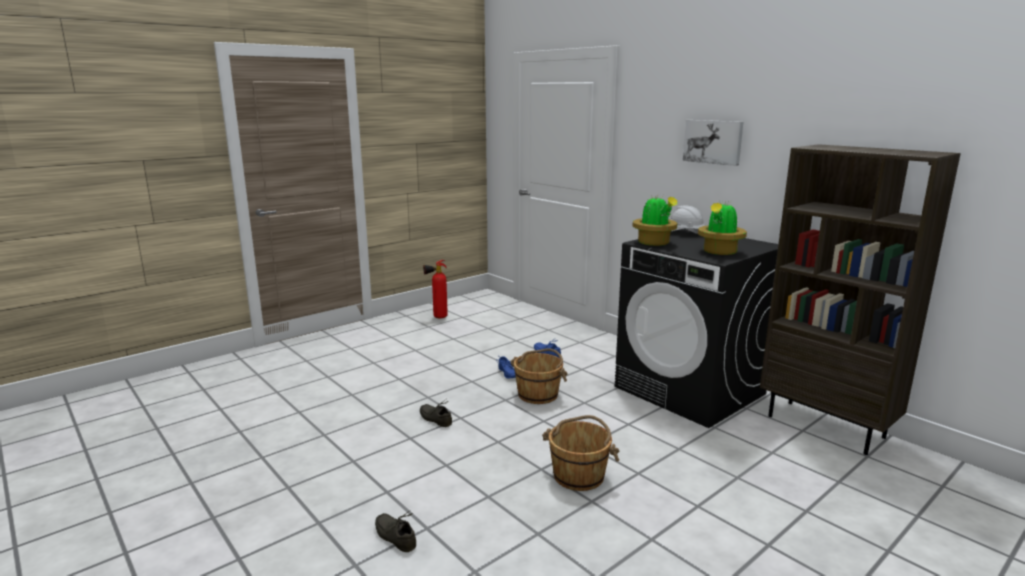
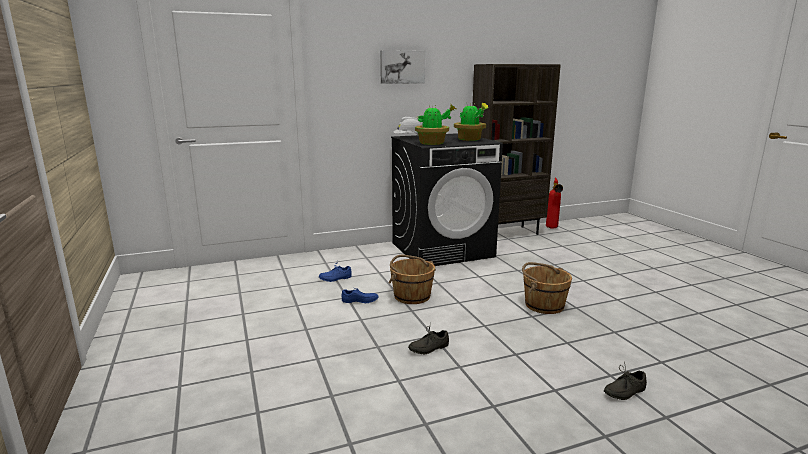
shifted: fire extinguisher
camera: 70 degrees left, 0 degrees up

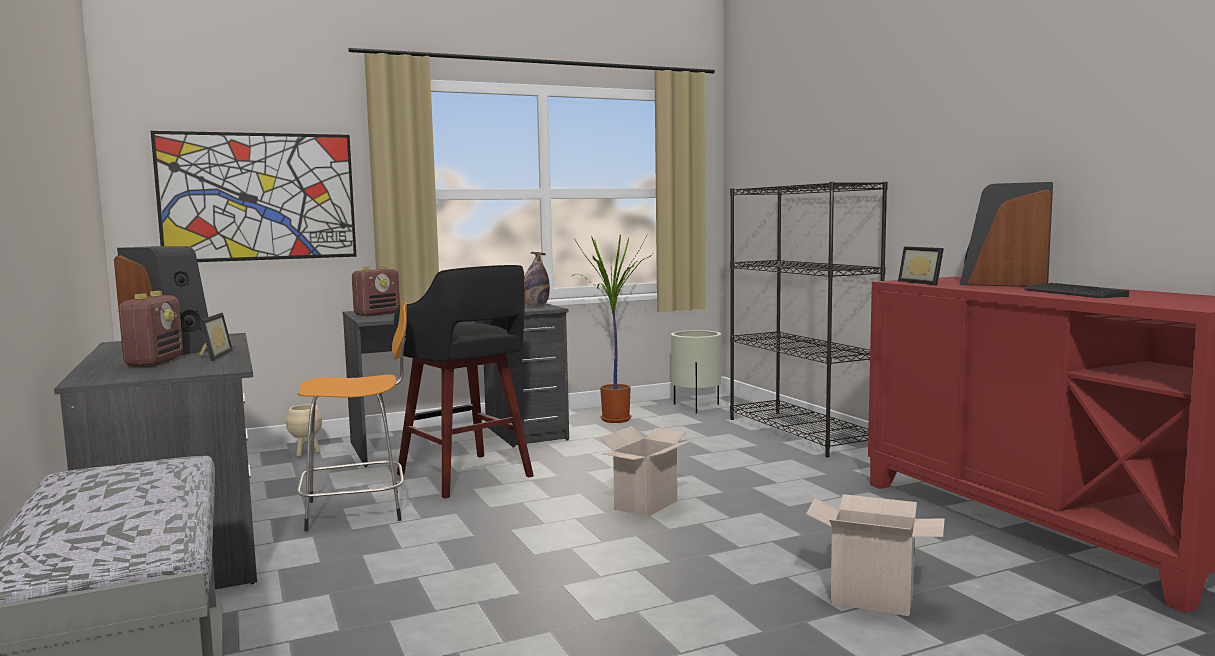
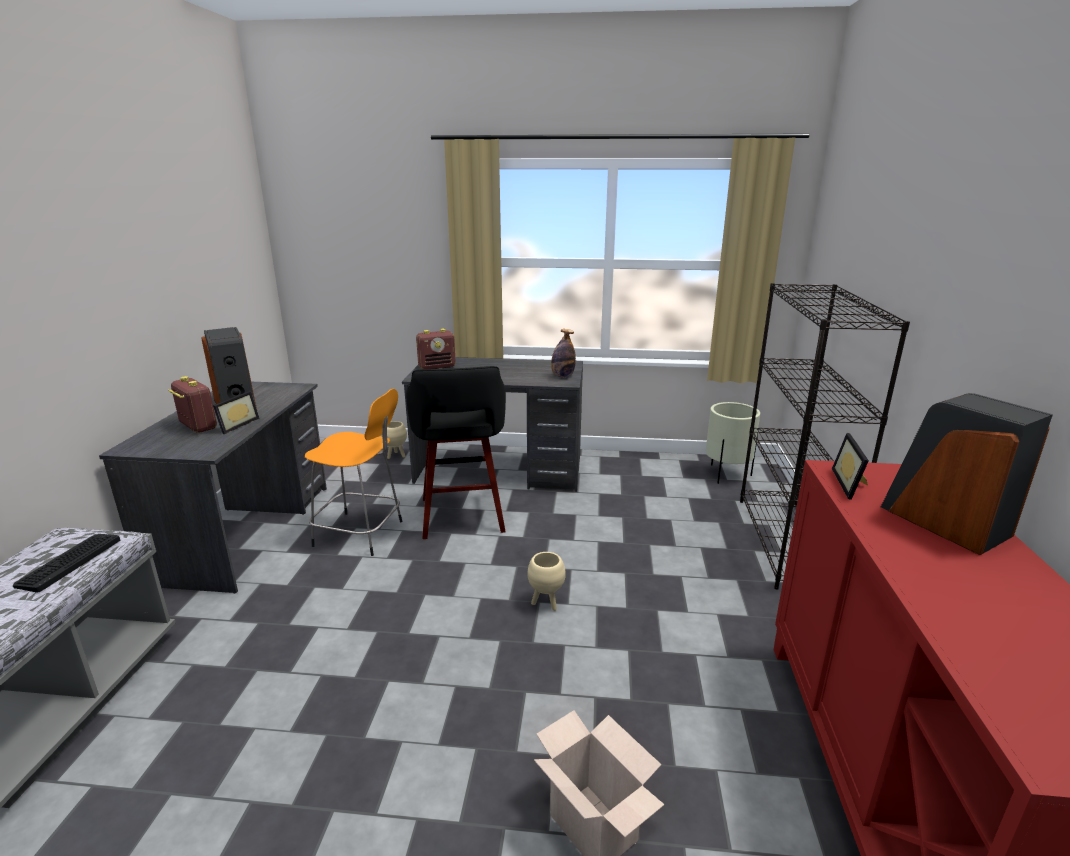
gone: picture; potted plant
shifted: keyboard
swapped: cardboard box (no. 1 from left) to planter (beige) (no. 2 from left)
rotated: radio (no. 1 from left) 75 degrees counterclockwise
camera: 30 degrees right, 15 degrees up

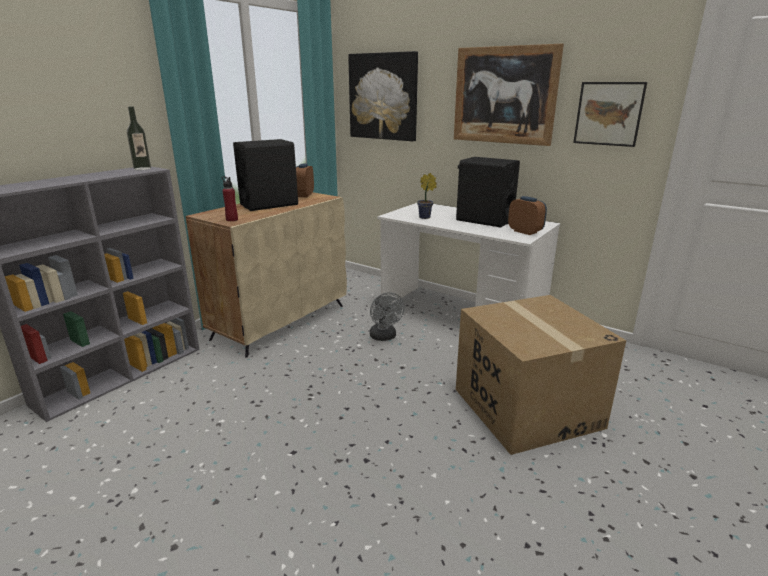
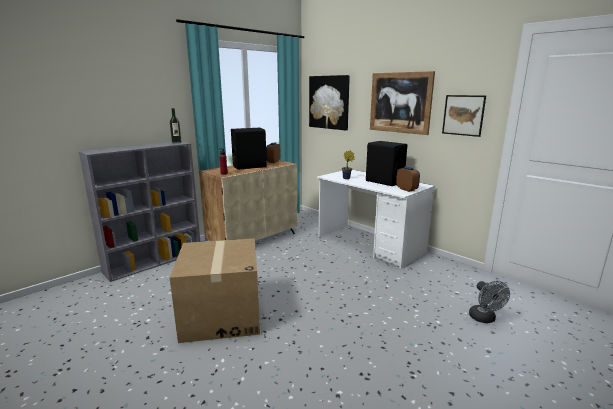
shifted: fan (grey); cardboard box
camera: 10 degrees right, 5 degrees down

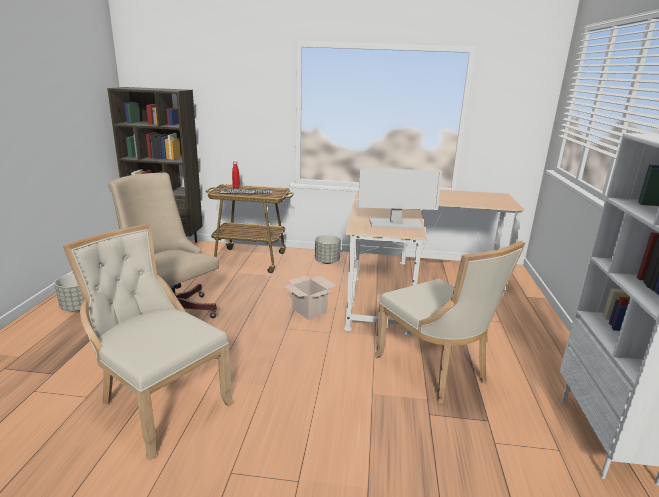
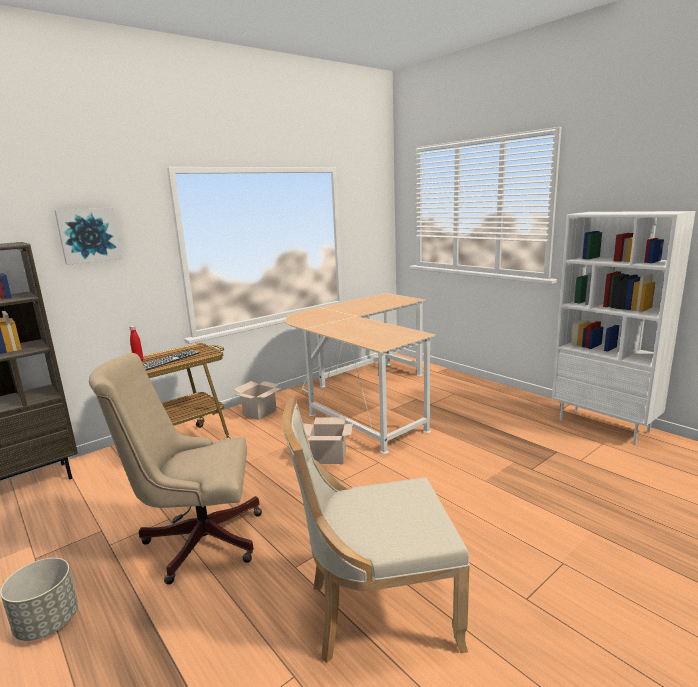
gone: monitor; chair (beige) (no. 2 from left)
new: picture
swapped: planter (grey) (no. 2 from left) to cardboard box (no. 1 from left)
camera: 45 degrees left, 5 degrees down

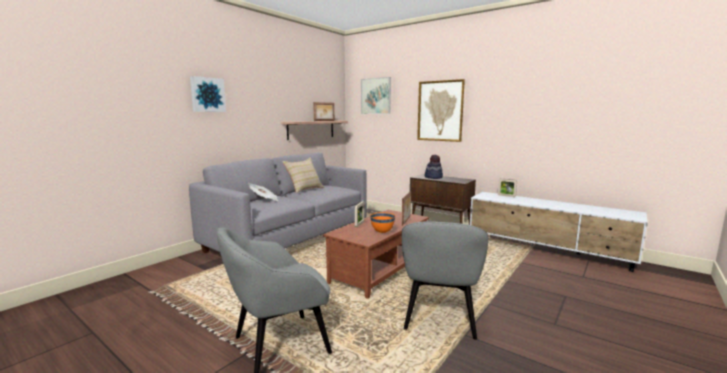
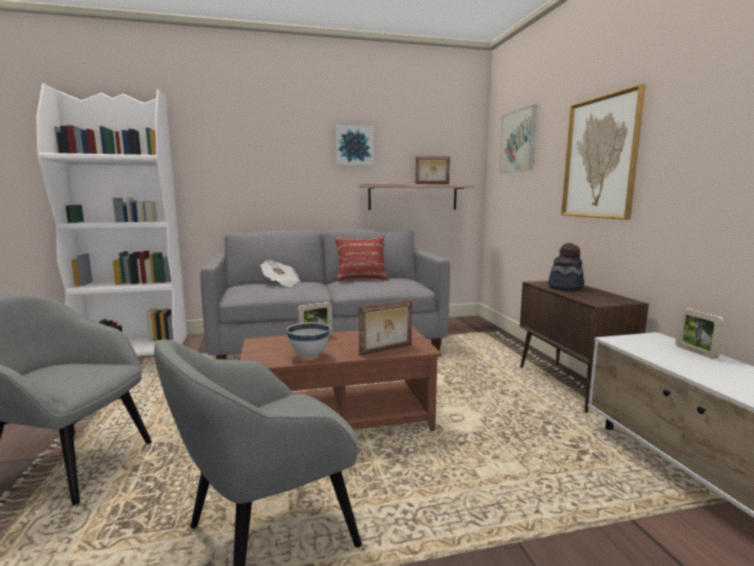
new: bookcase (white)
shifted: picture (no. 1 from left)
repainted: pillow (beige) to pillow (red); bowl (orange) to bowl (white)
camera: 40 degrees right, 0 degrees up

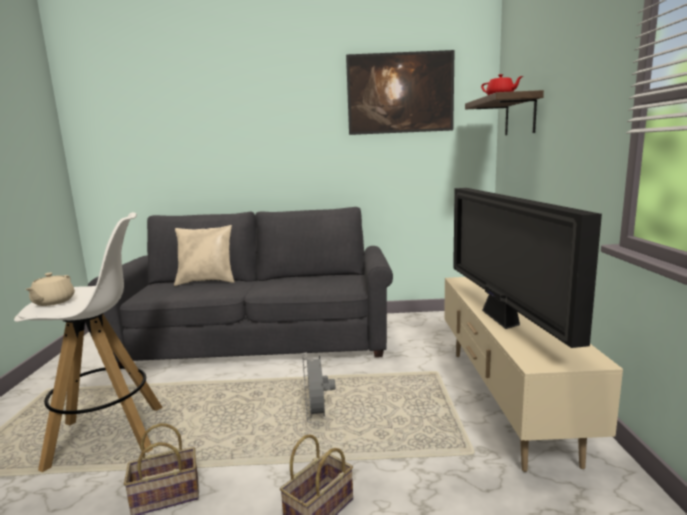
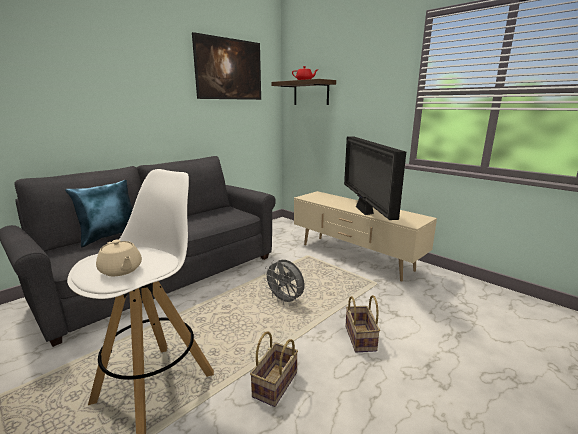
repainted: pillow (beige) to pillow (blue)
rotated: television 45 degrees clockwise
camera: 45 degrees left, 5 degrees up

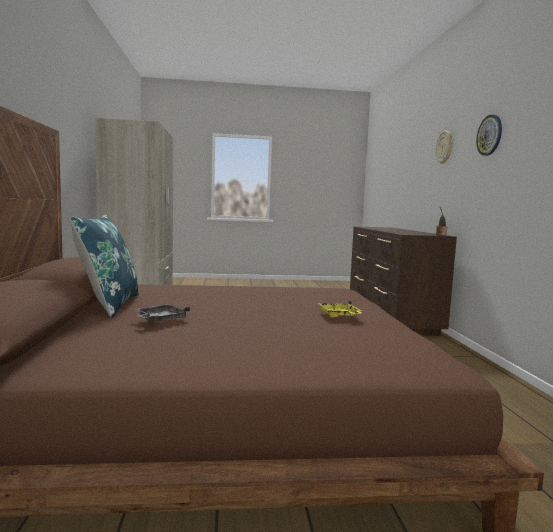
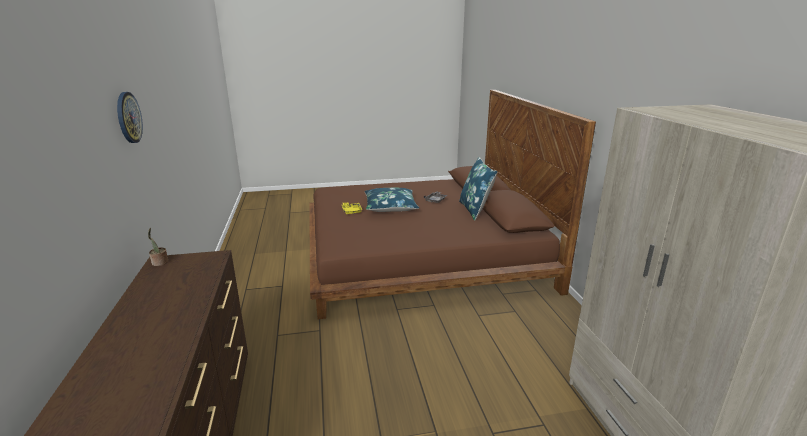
gone: wall clock (no. 1 from left)
new: pillow (blue) (no. 1 from left)
camera: 175 degrees right, 15 degrees up

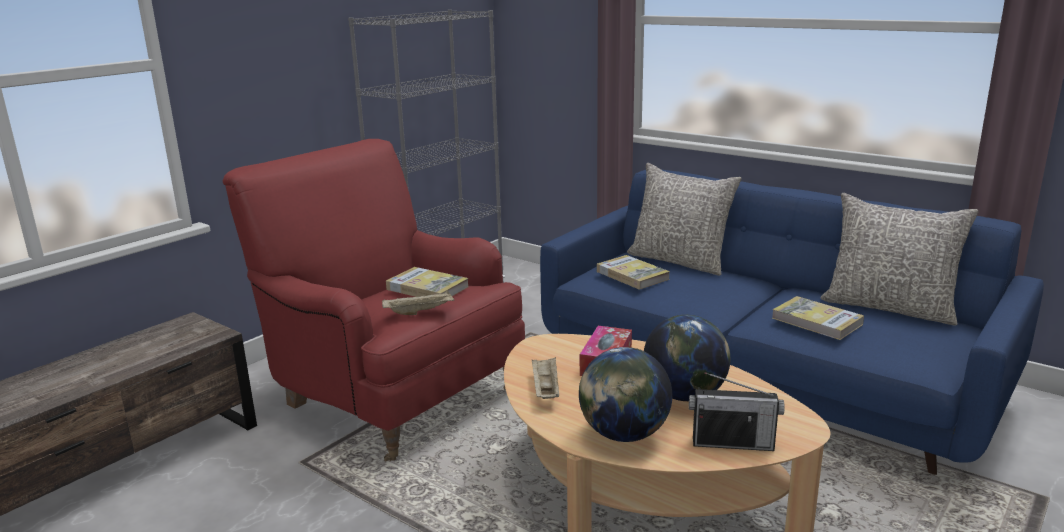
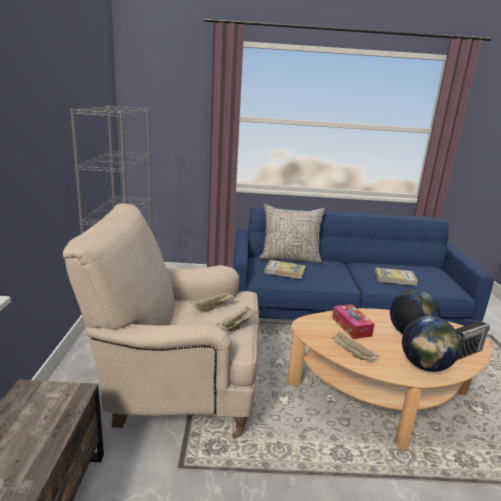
gone: pillow (grey) (no. 2 from left)
swapped: book (no. 1 from left) to tray (beige) (no. 1 from left)
repainted: armchair (red) to armchair (beige)
camera: 40 degrees left, 0 degrees up

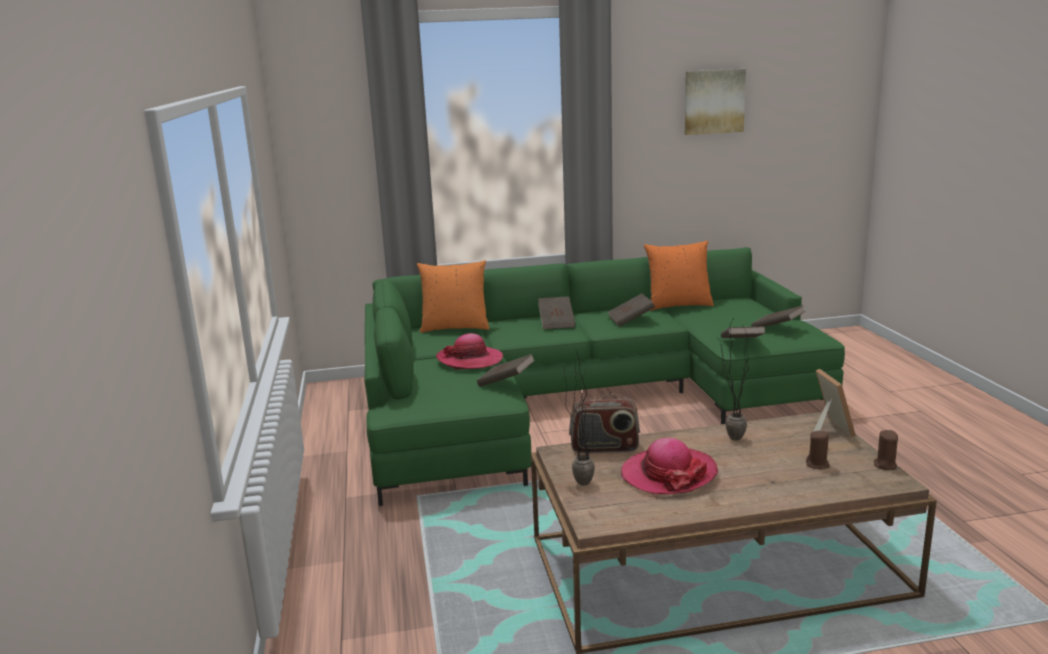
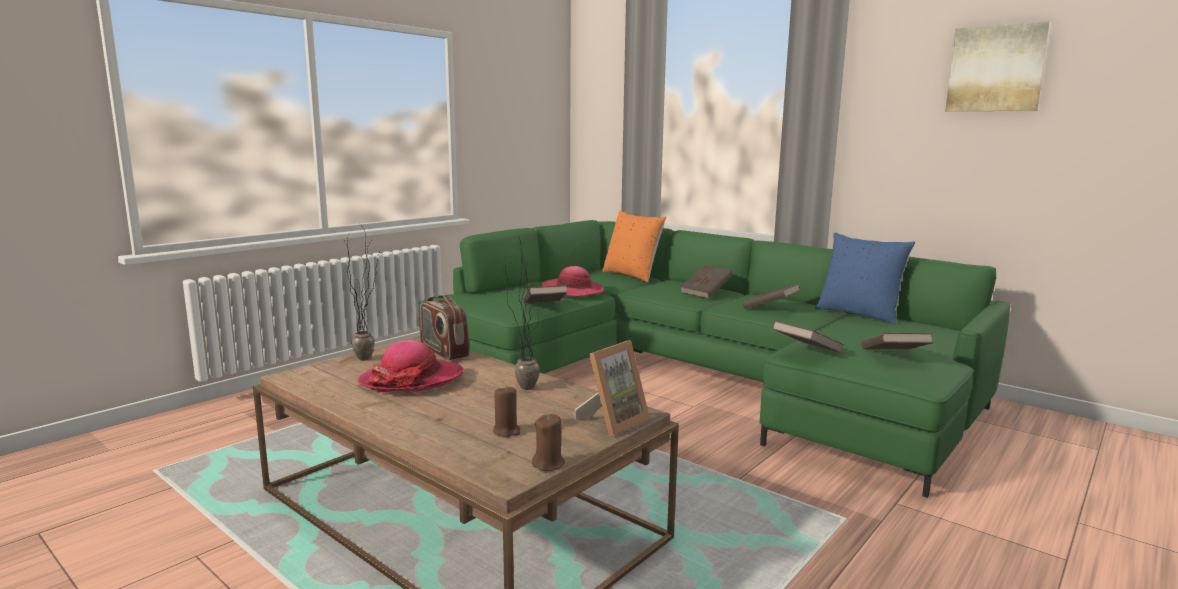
repainted: pillow (orange) (no. 2 from left) to pillow (blue)
camera: 50 degrees right, 5 degrees down

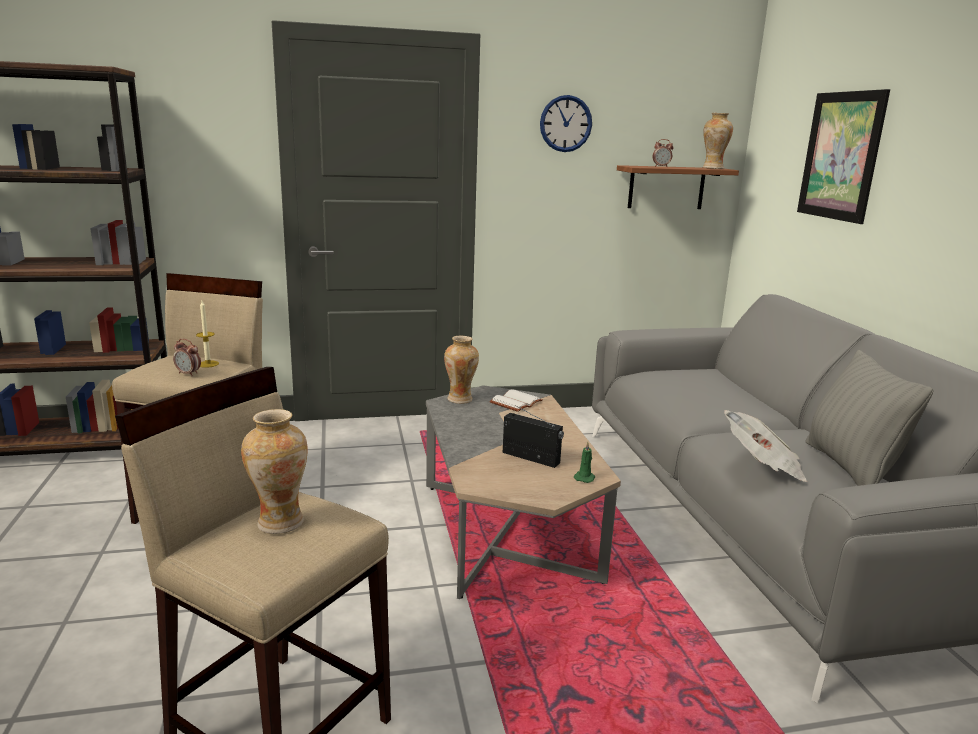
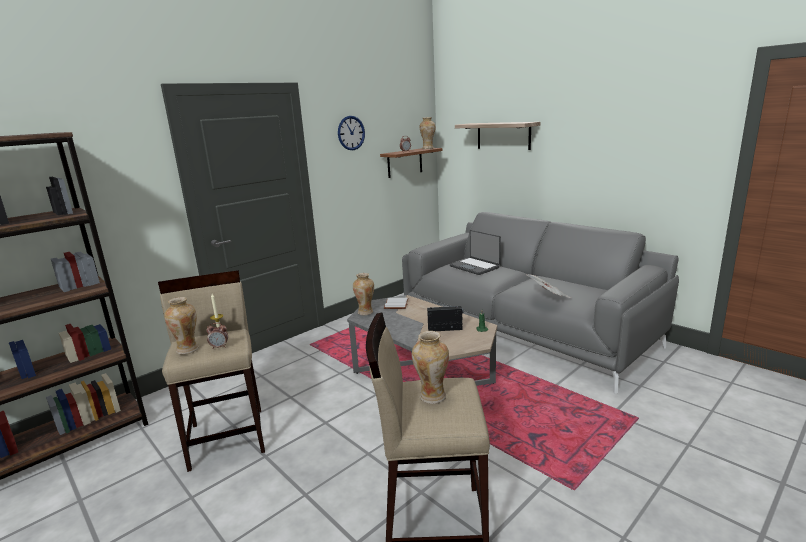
gone: pillow (grey)
new: laptop; vase (no. 1 from left)
swapped: picture to shelf (no. 2 from left)
camera: 30 degrees left, 0 degrees up

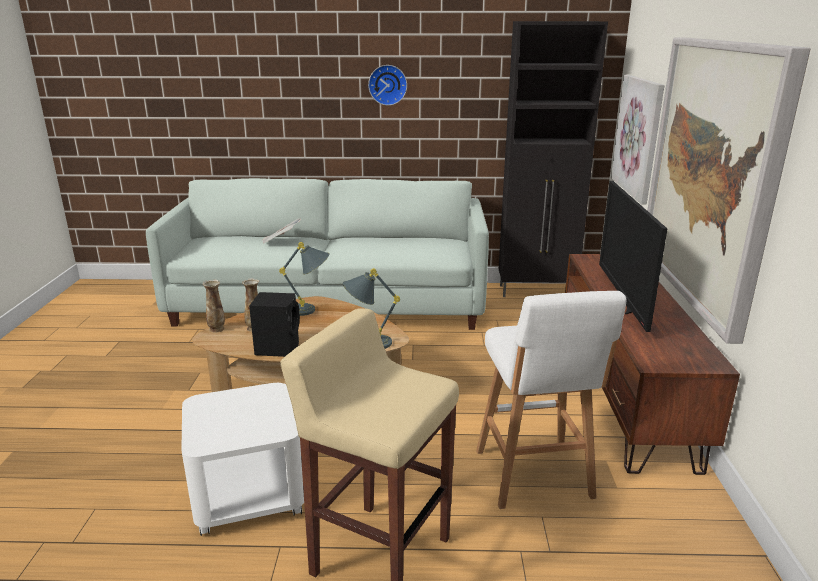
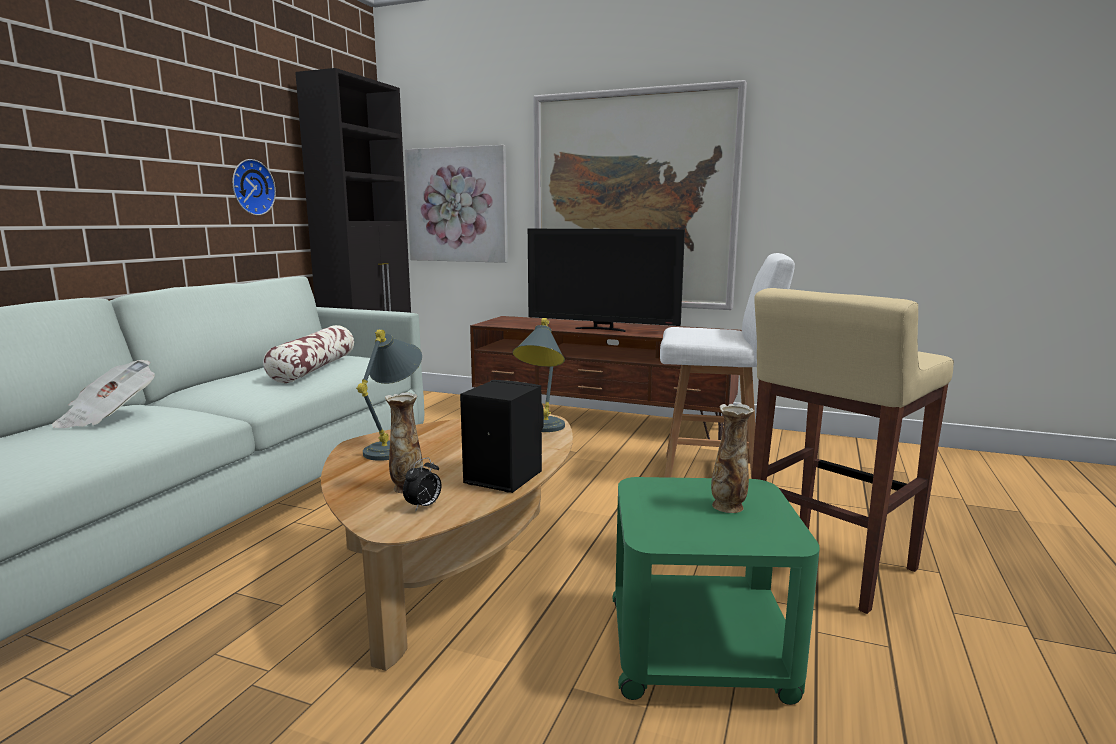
new: pillow; alarm clock
shifted: wall clock; vase (no. 1 from left in the first image) to vase (no. 2 from left)
repainted: side table (white) to side table (green)
camera: 70 degrees left, 10 degrees down

